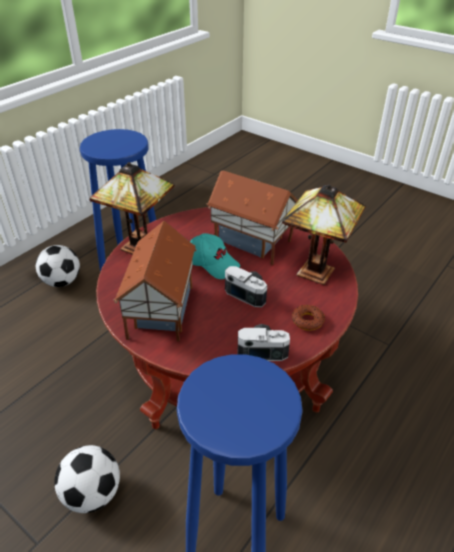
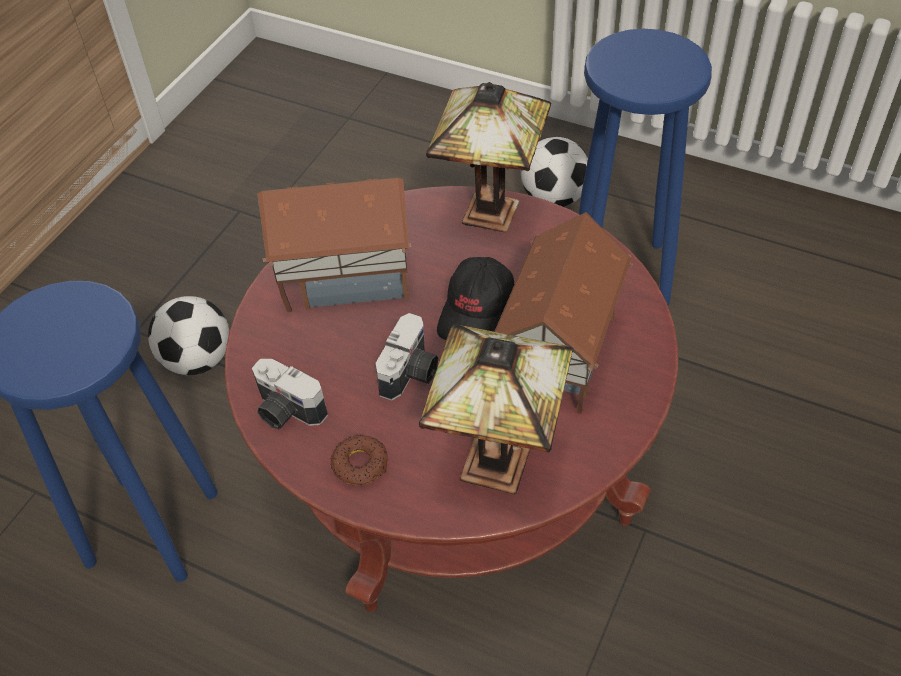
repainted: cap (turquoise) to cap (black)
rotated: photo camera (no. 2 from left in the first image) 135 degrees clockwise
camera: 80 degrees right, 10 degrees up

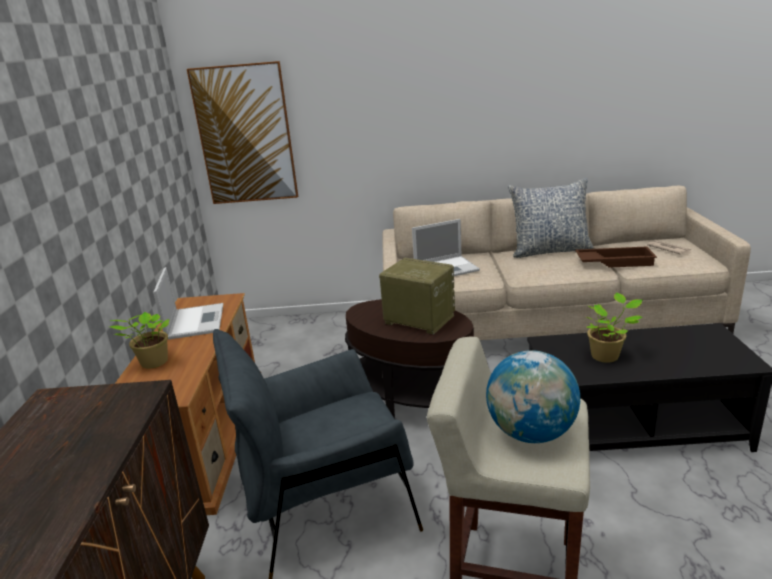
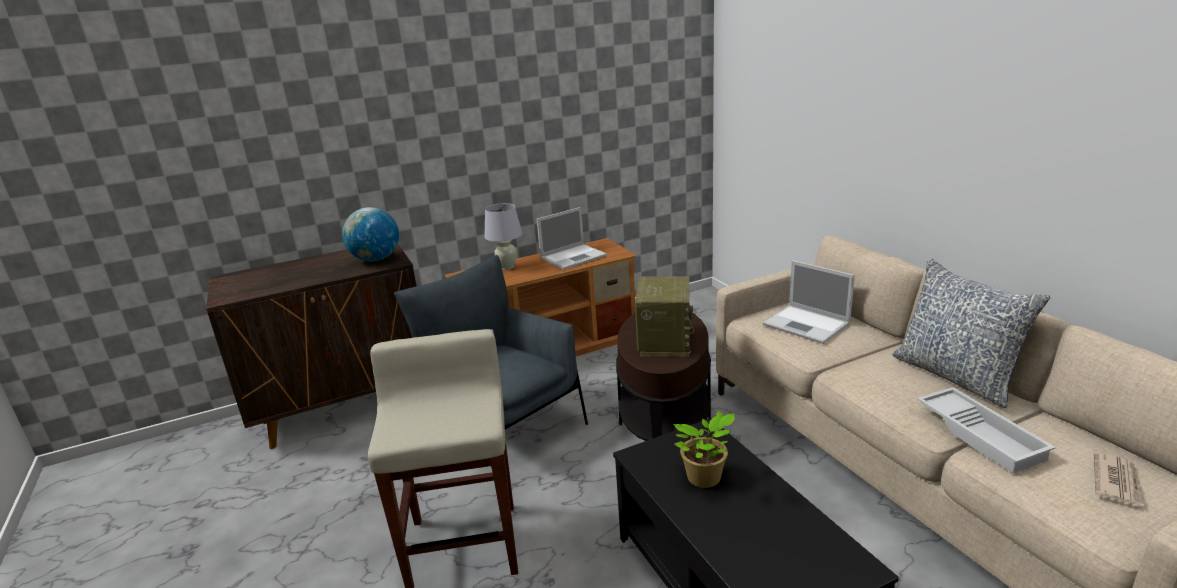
gone: picture
shifted: globe
swapped: potted plant (no. 1 from left) to table lamp (white)
repainted: tray (brown) to tray (white)
camera: 65 degrees right, 0 degrees up

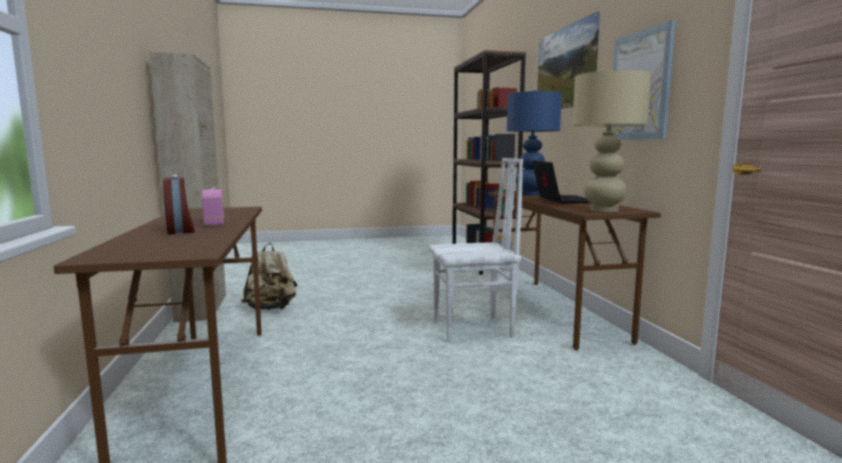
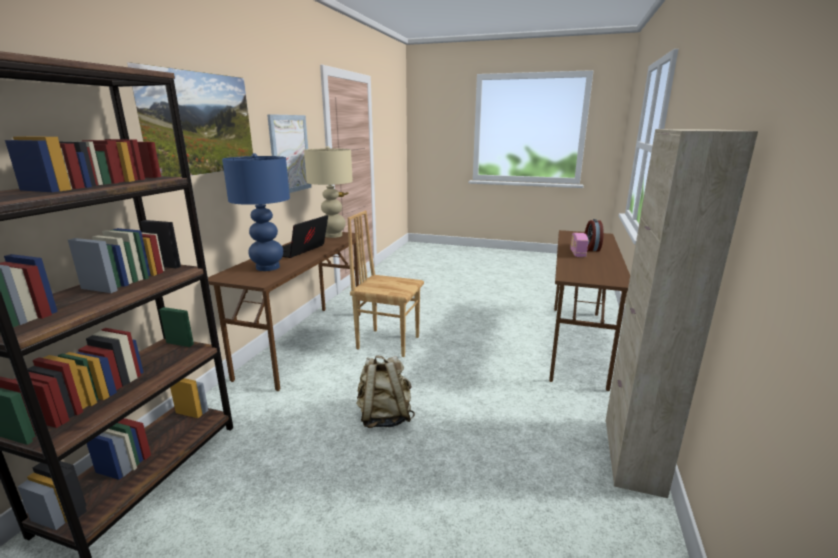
shifted: backpack (beige)
repainted: chair (white) to chair (brown)
camera: 150 degrees left, 10 degrees up

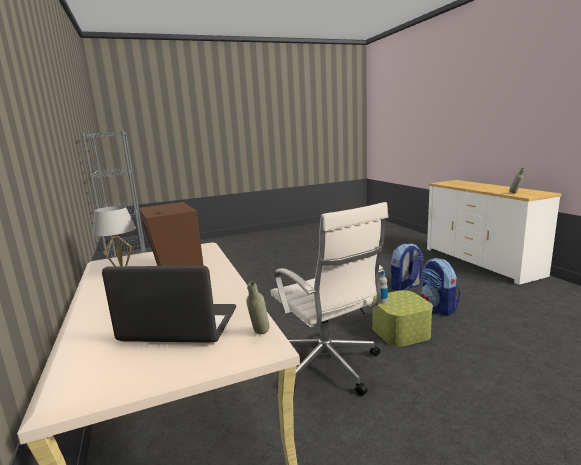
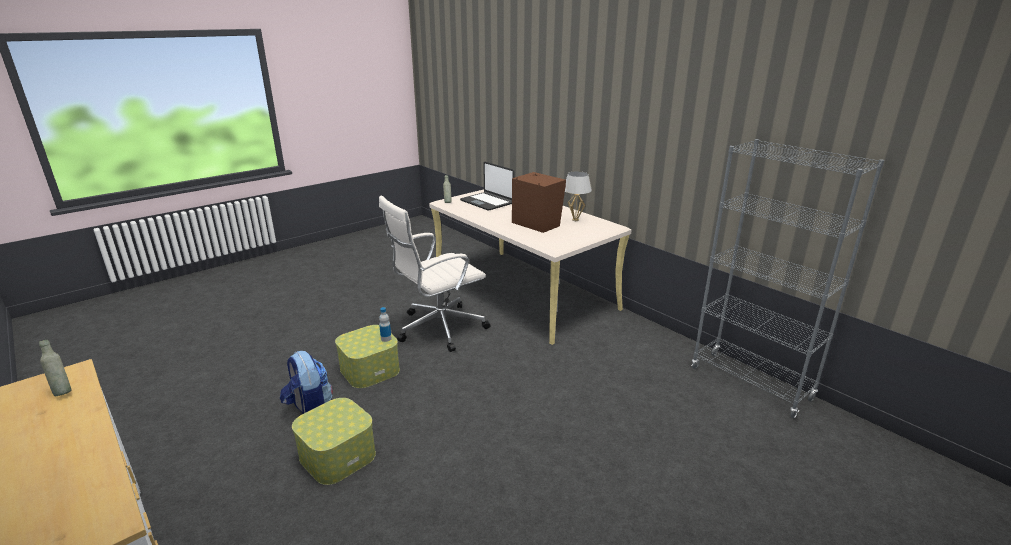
swapped: backpack (no. 1 from left) to storage box (no. 1 from left)
rotated: office chair (white) 75 degrees counterclockwise; laptop 60 degrees clockwise
camera: 160 degrees right, 10 degrees up

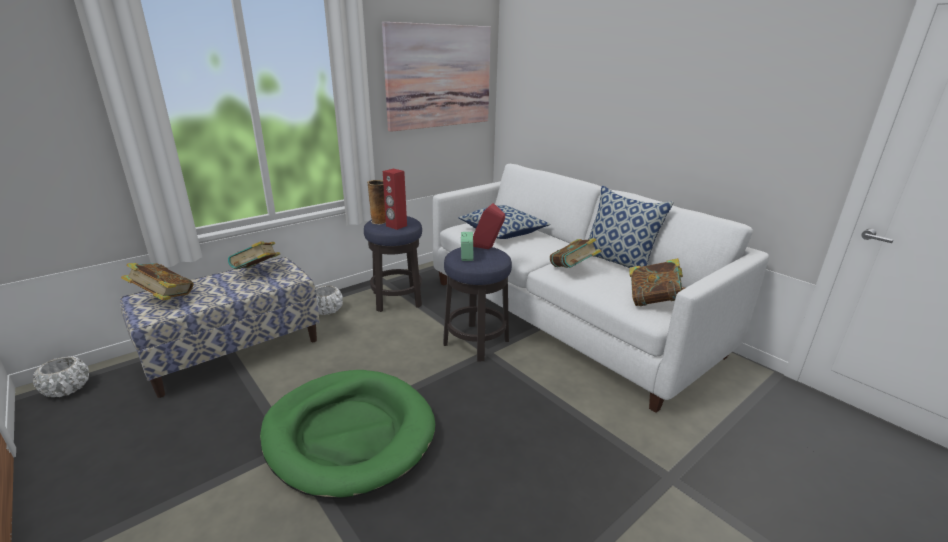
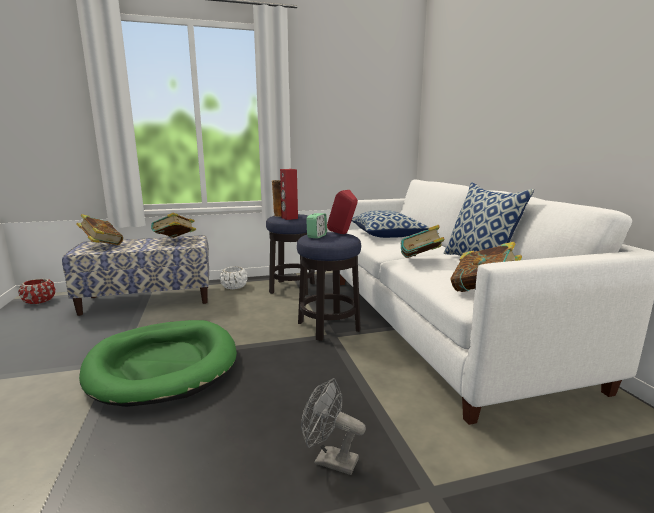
gone: picture
new: fan (grey)
repainted: planter (white) (no. 1 from left) to planter (red)
camera: 25 degrees right, 10 degrees down

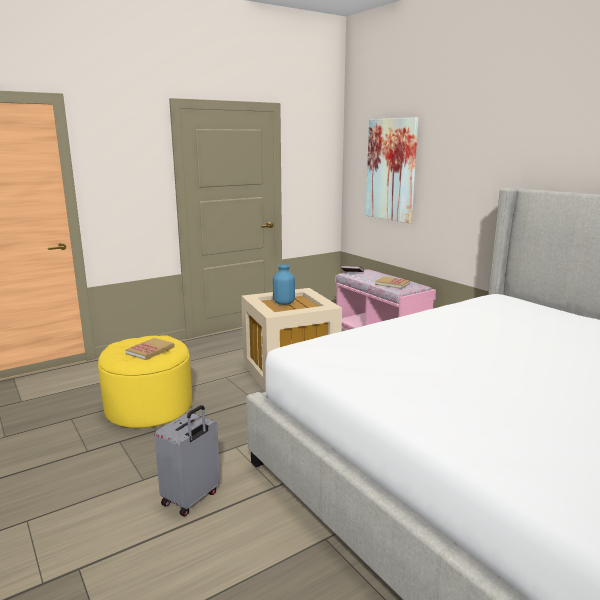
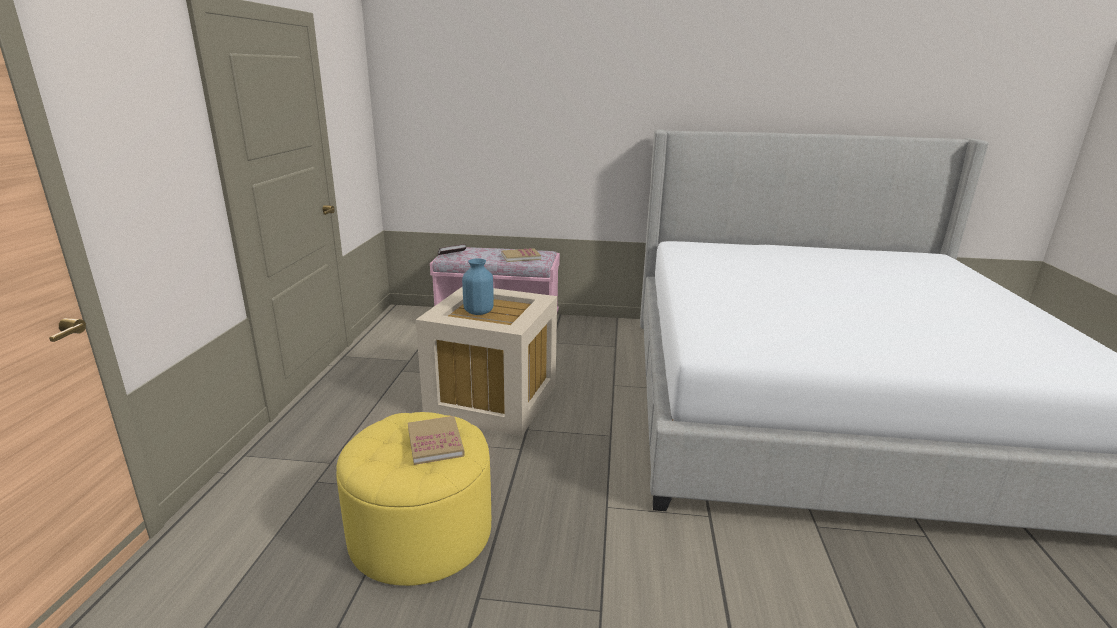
gone: picture; suitcase (grey)
camera: 50 degrees left, 5 degrees up

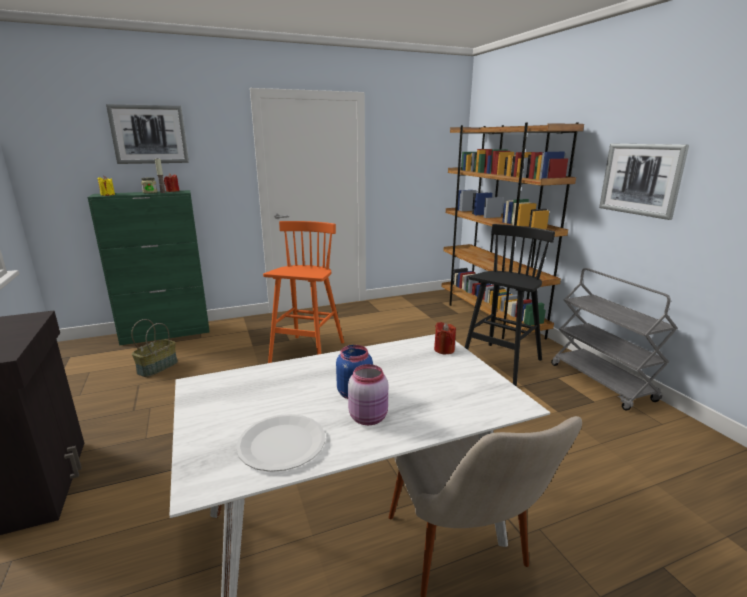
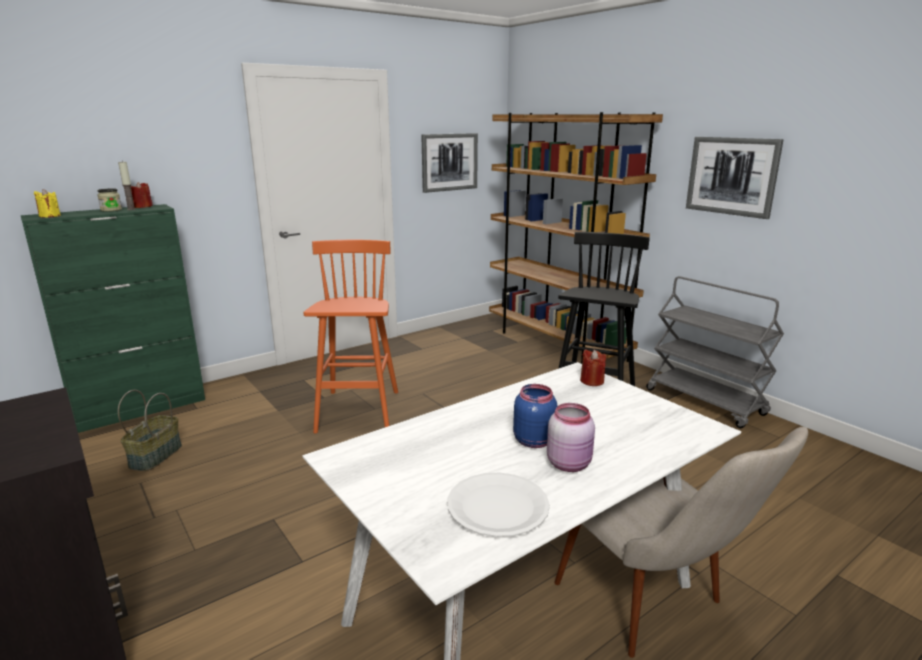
shifted: picture (no. 1 from left)
camera: 15 degrees left, 0 degrees up

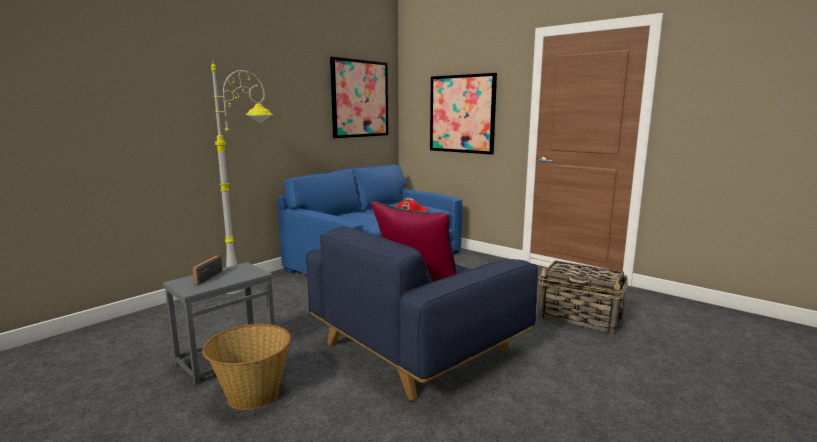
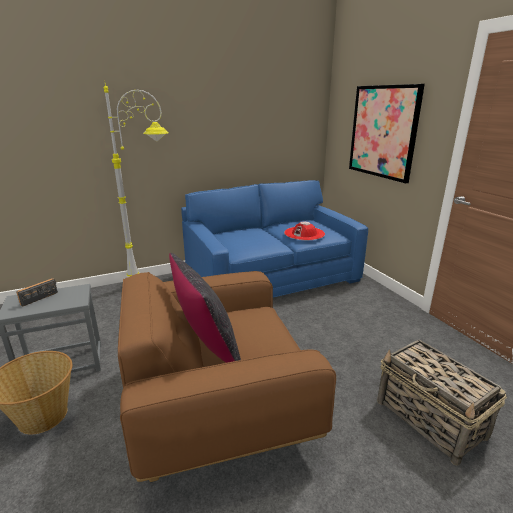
gone: picture (no. 1 from left)
repainted: armchair (blue) to armchair (brown)
camera: 25 degrees right, 10 degrees up

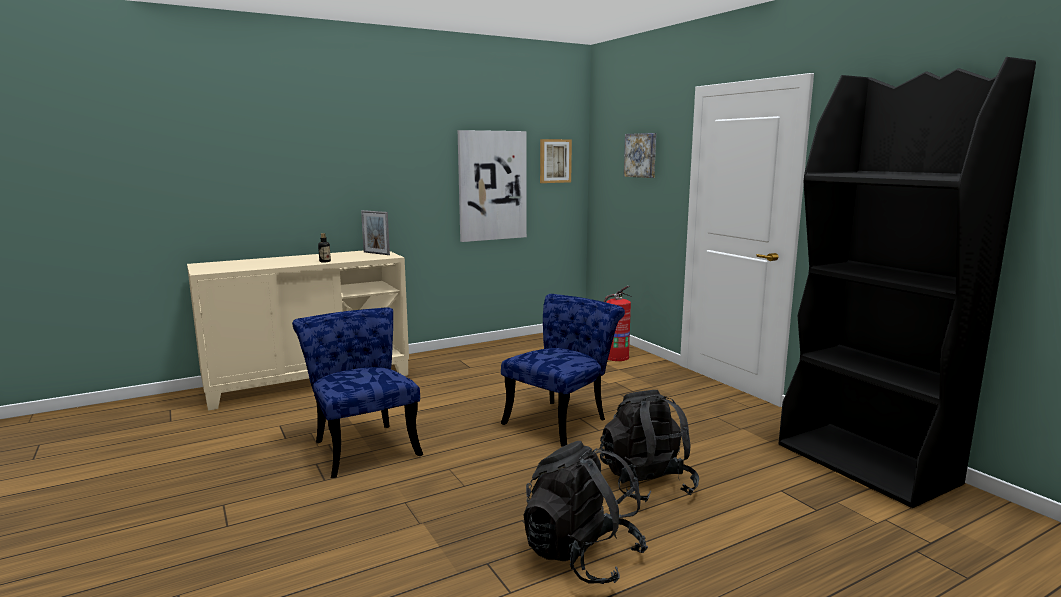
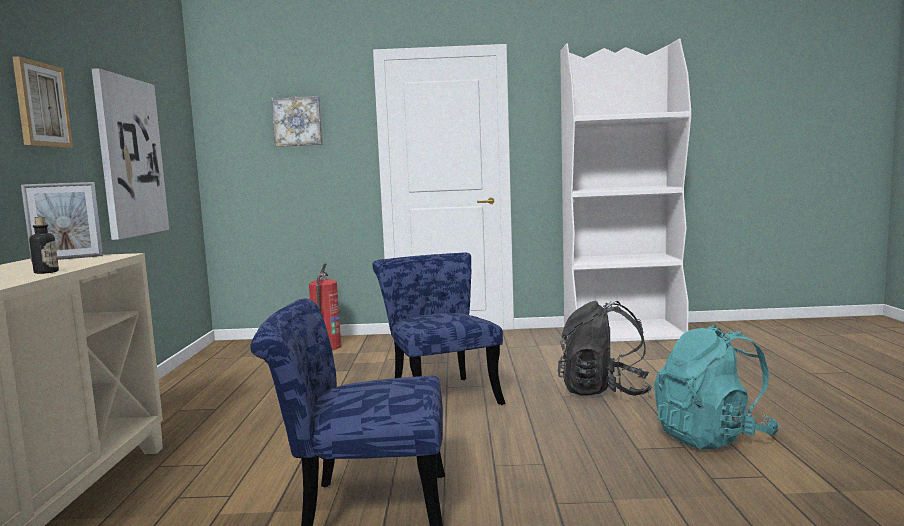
shifted: picture (no. 2 from left in the first image) to picture (no. 1 from left)
repainted: bookcase (black) to bookcase (white); backpack (black) (no. 1 from left) to backpack (turquoise)
camera: 60 degrees left, 5 degrees down

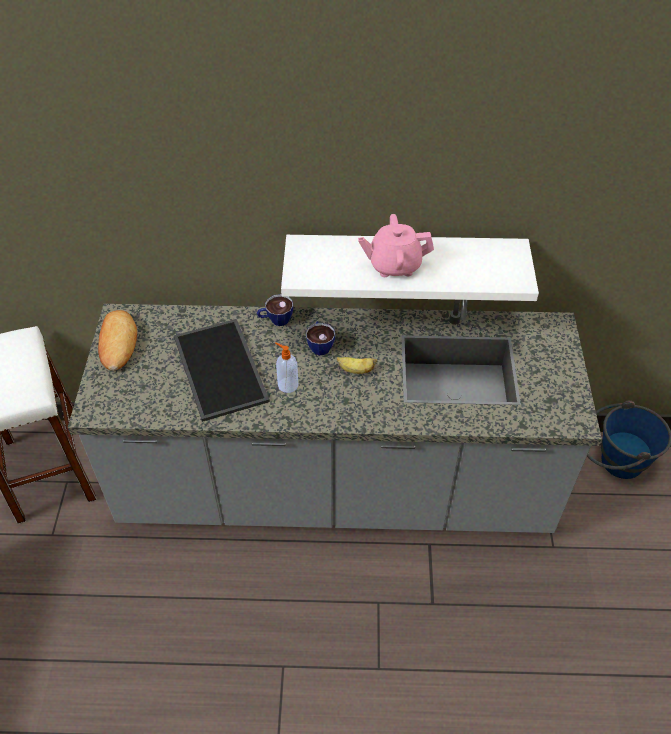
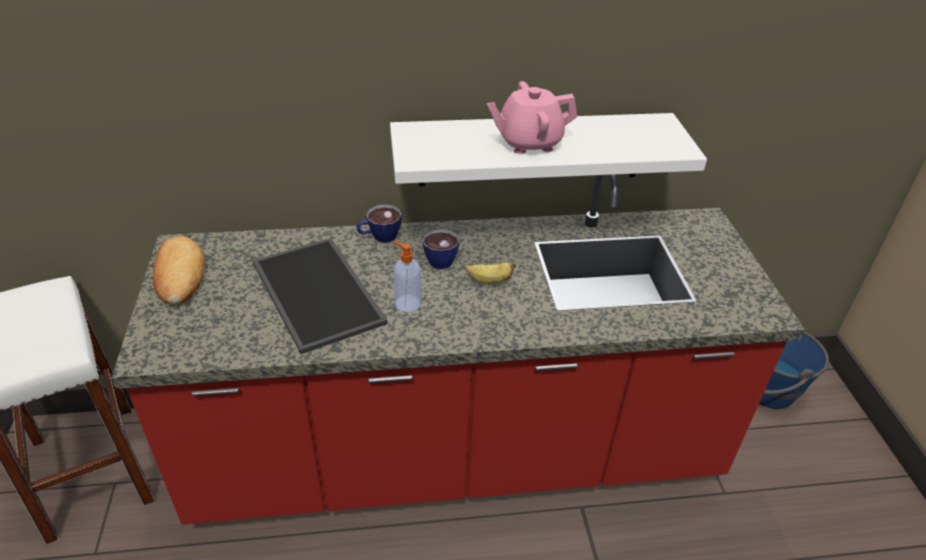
repainted: counter (grey) to counter (red)
camera: 10 degrees left, 10 degrees down

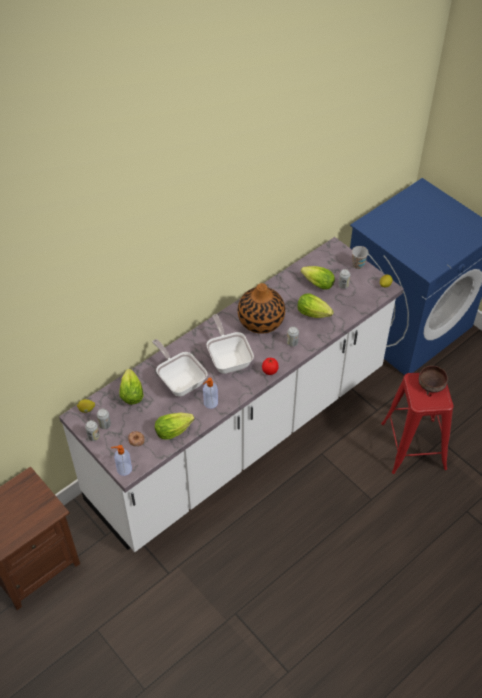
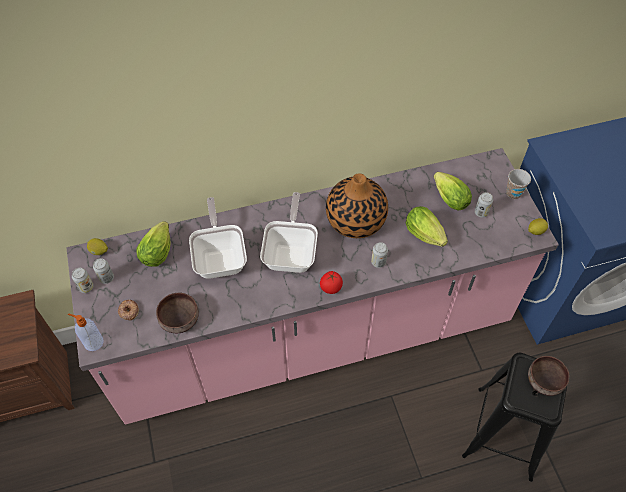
gone: soap dispenser (no. 2 from left)
swapped: lettuce (no. 2 from left) to bowl (brown) (no. 1 from left)
repainted: counter (white) to counter (pink); stool (red) to stool (black)
camera: 25 degrees right, 5 degrees up

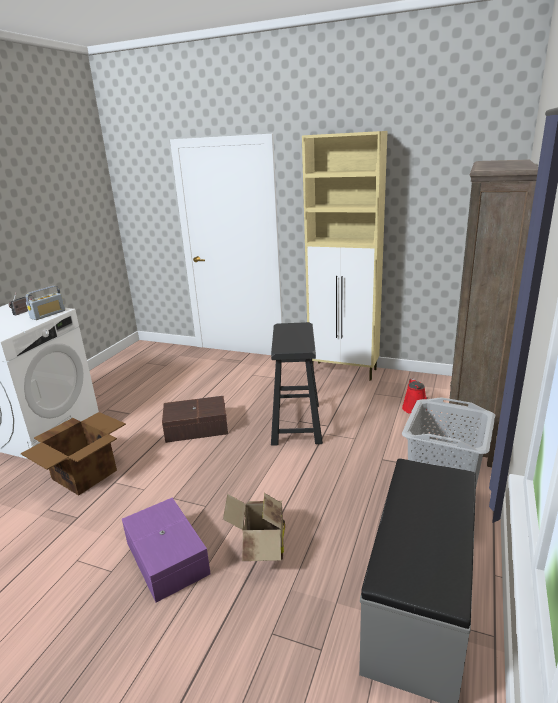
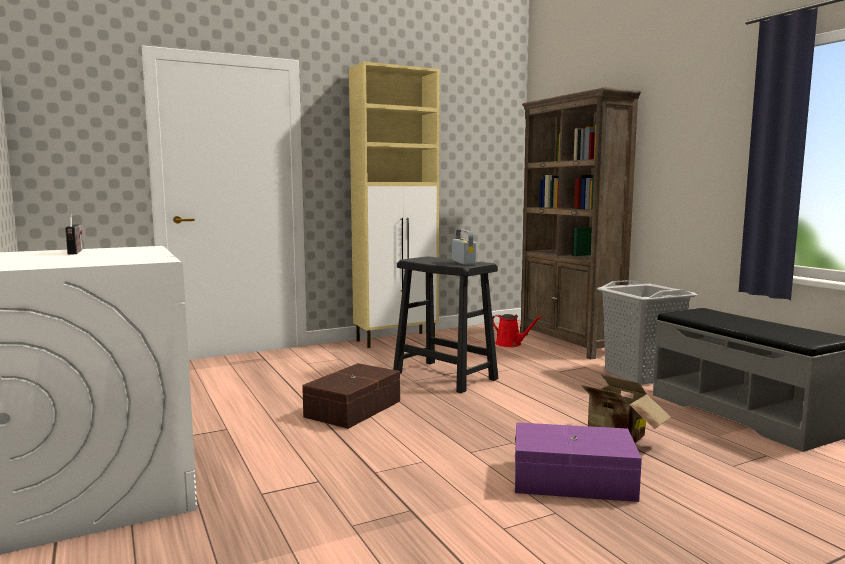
gone: cardboard box (no. 1 from left)
shifted: radio (no. 2 from left)
camera: 50 degrees left, 15 degrees down

